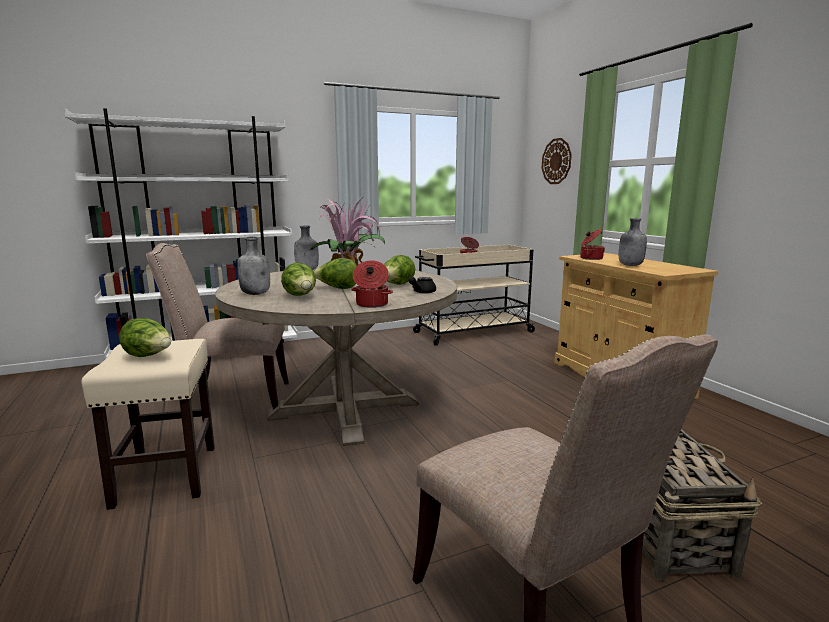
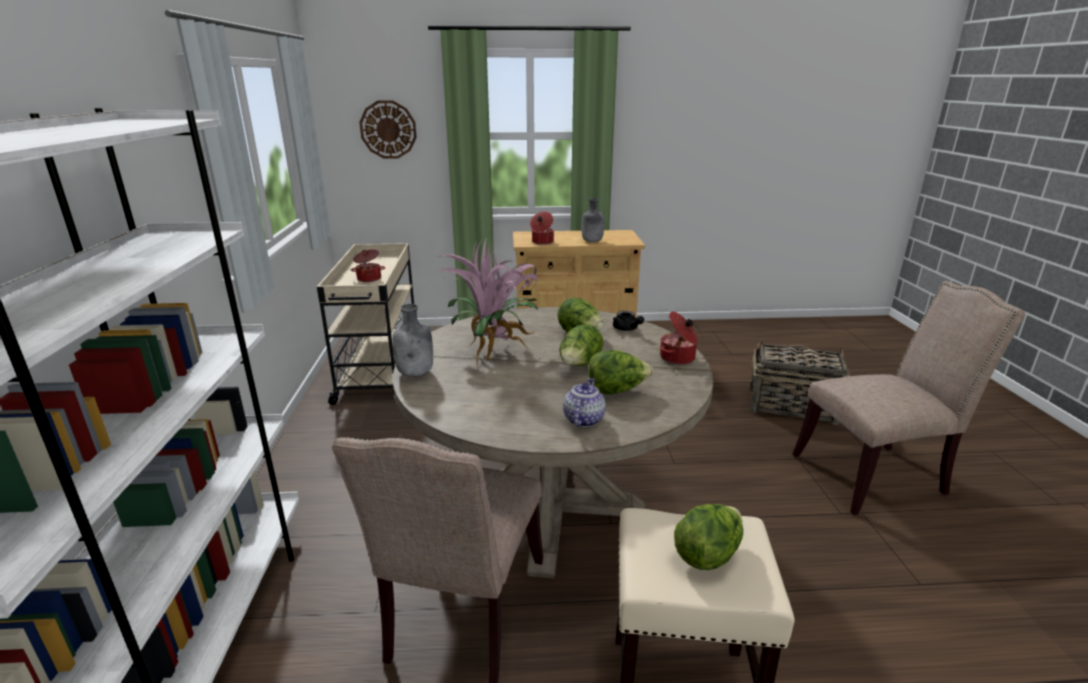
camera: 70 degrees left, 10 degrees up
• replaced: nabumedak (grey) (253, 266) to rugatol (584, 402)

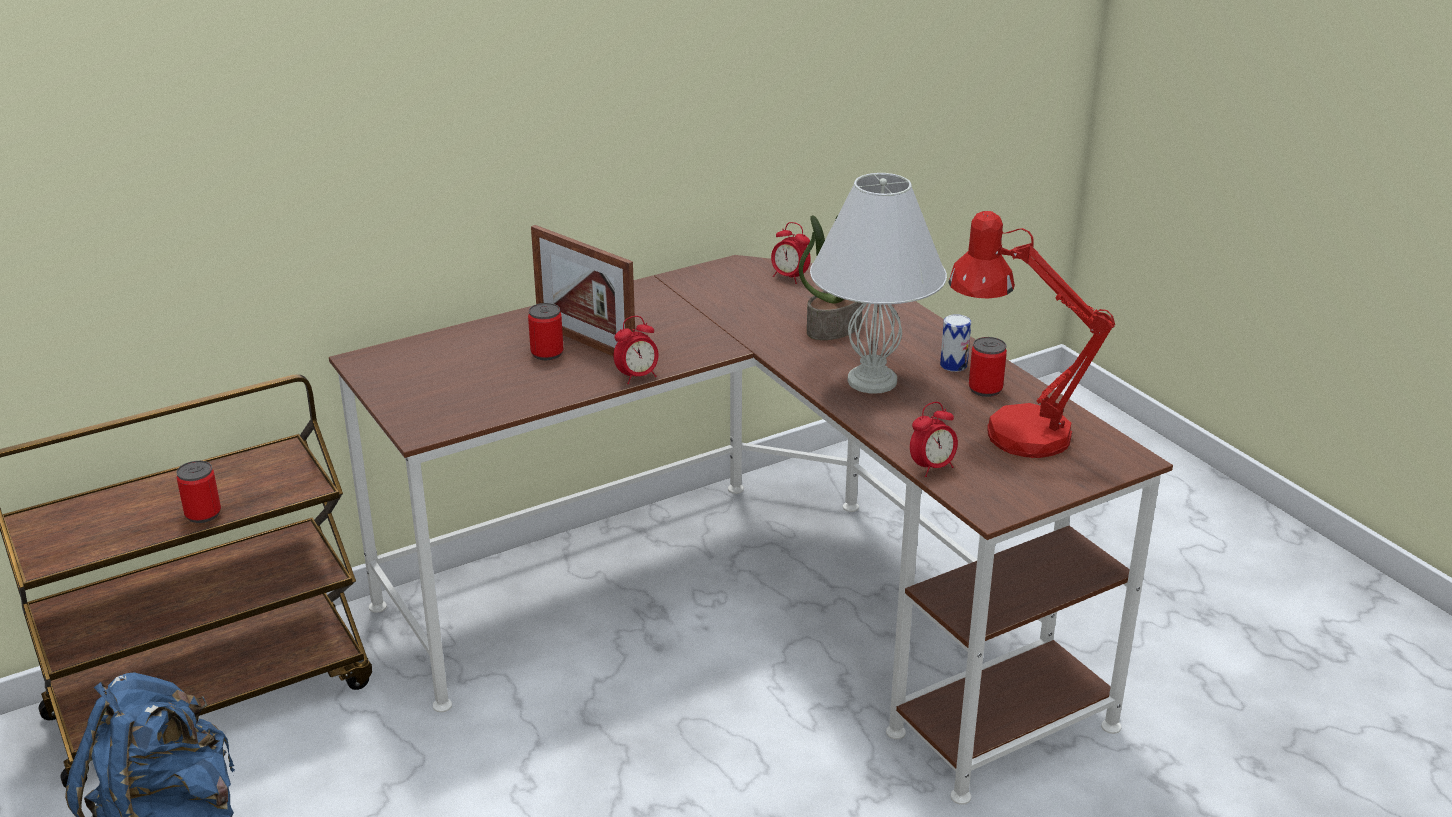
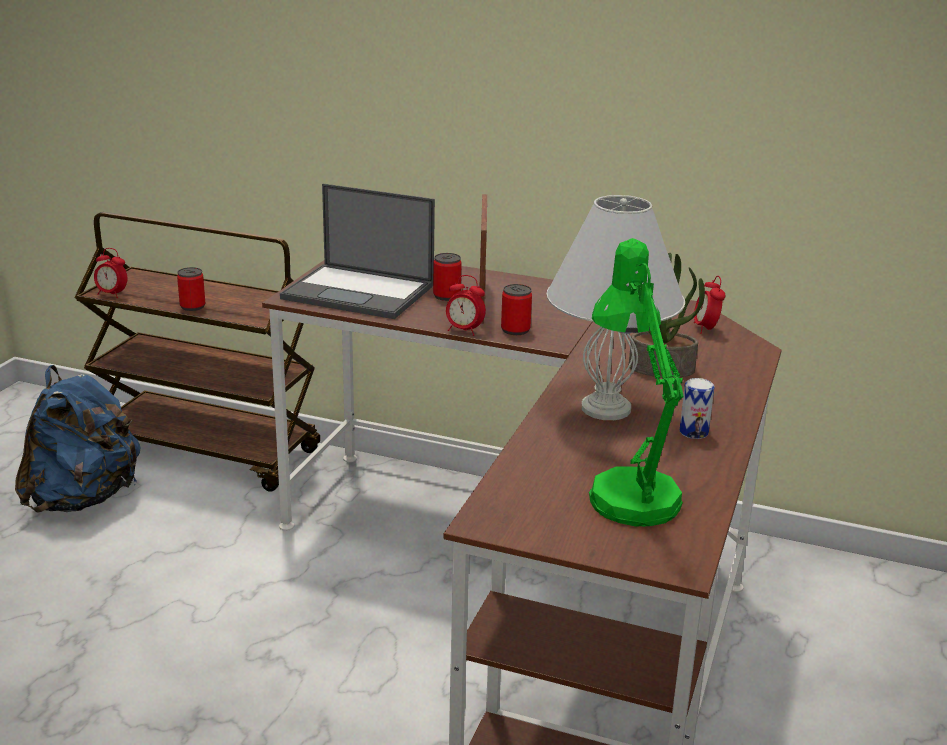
camera: 50 degrees right, 5 degrees down
• moved: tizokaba (934, 439) to (110, 273)
• added: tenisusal (357, 251)
• moved: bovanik (988, 367) to (516, 309)
• recoloured: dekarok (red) (1031, 334) to dekarok (green) (636, 382)

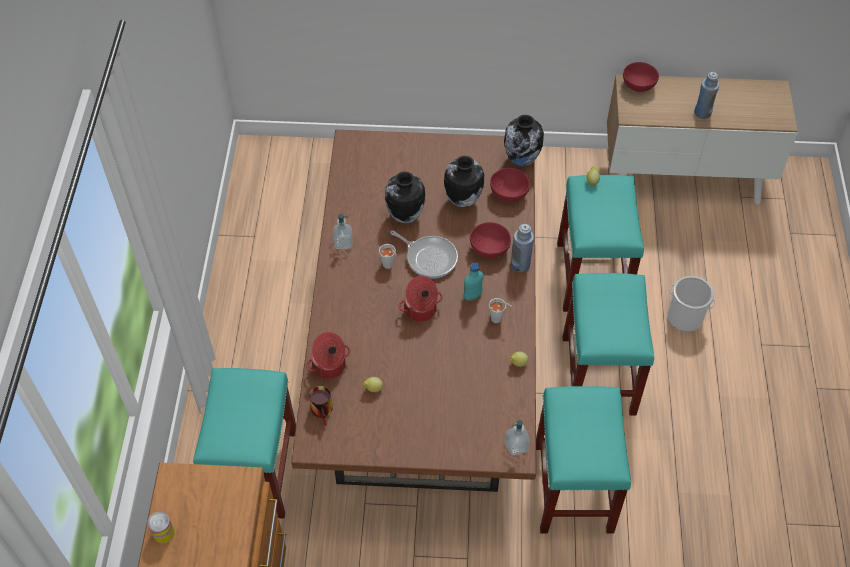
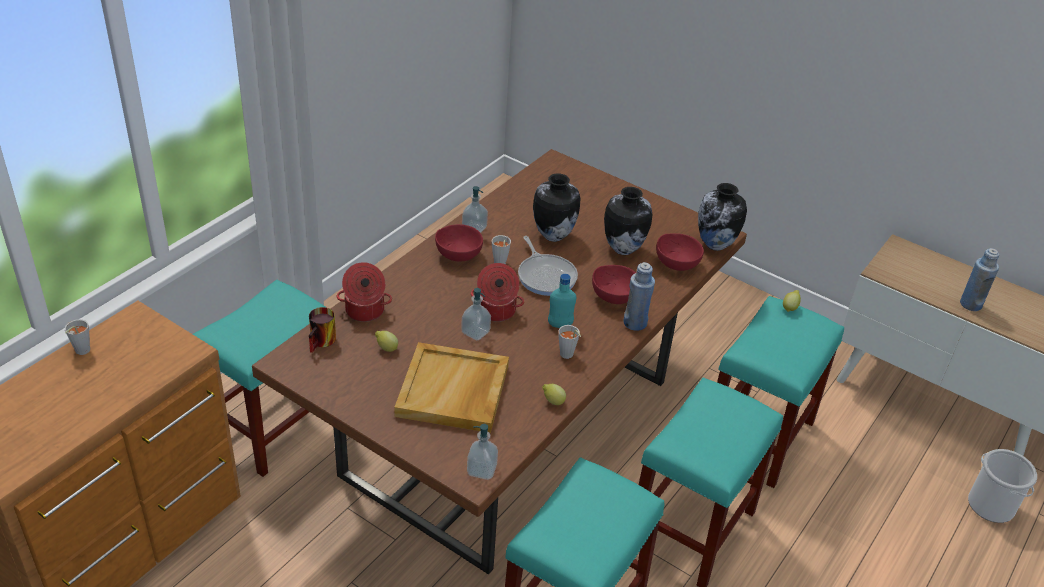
camera: 30 degrees right, 15 degrees down
• replaced: bovanik (161, 528) to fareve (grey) (77, 337)
• added: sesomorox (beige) (451, 387)
• moved: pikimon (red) (641, 77) to (459, 242)
• added: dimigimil (476, 314)
• moved: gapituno (691, 304) to (1002, 486)

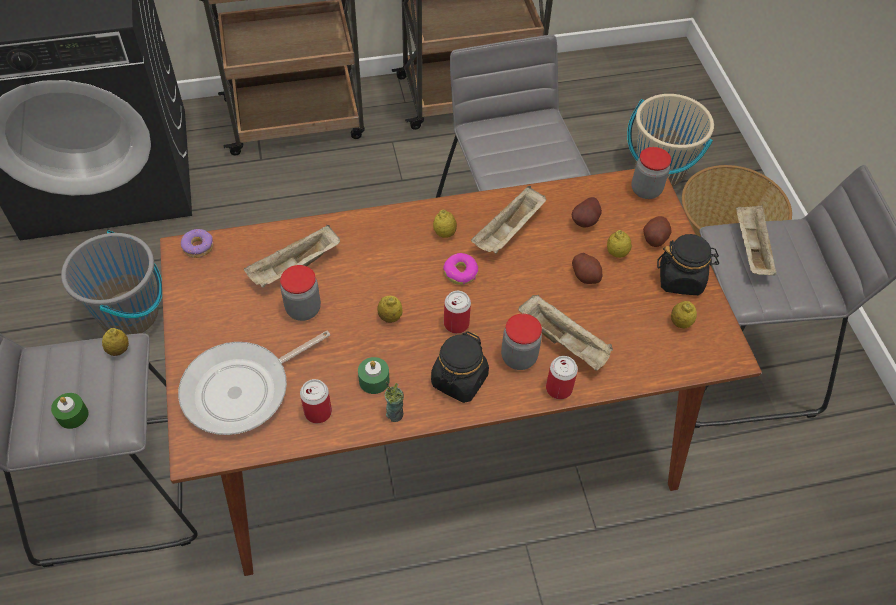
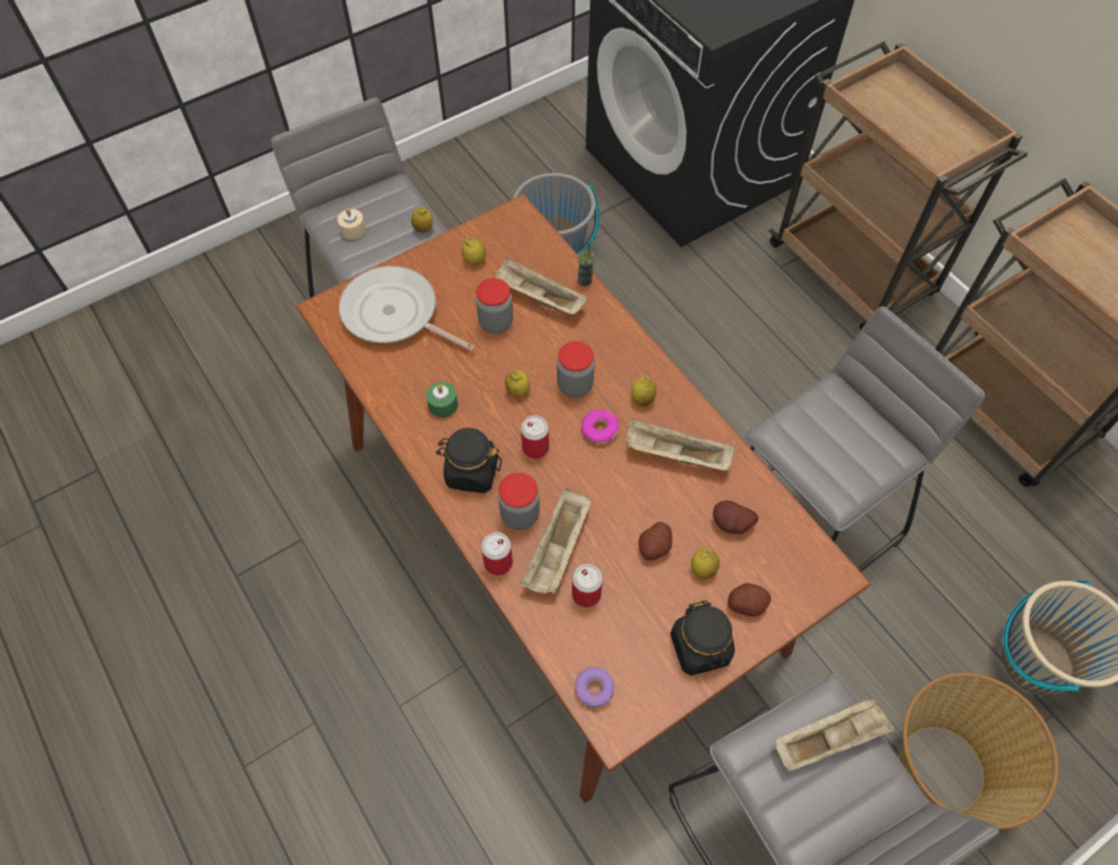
camera: 70 degrees right, 5 degrees up
• recoloured: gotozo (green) (69, 411) to gotozo (beige) (351, 224)
• moved: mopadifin (684, 314) to (474, 251)
• moved: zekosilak (651, 173) to (576, 369)
• moved: bovanik (316, 401) to (587, 585)
• moved: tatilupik (197, 243) to (594, 688)
• moved: fareve (394, 401) to (585, 264)

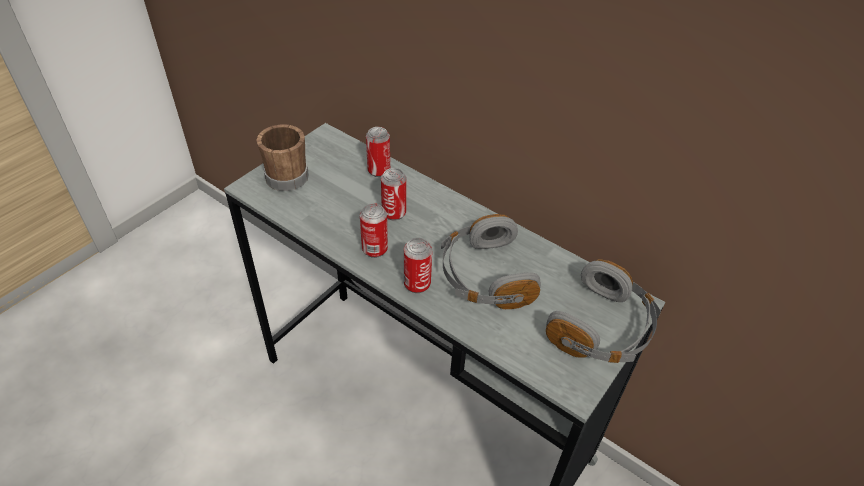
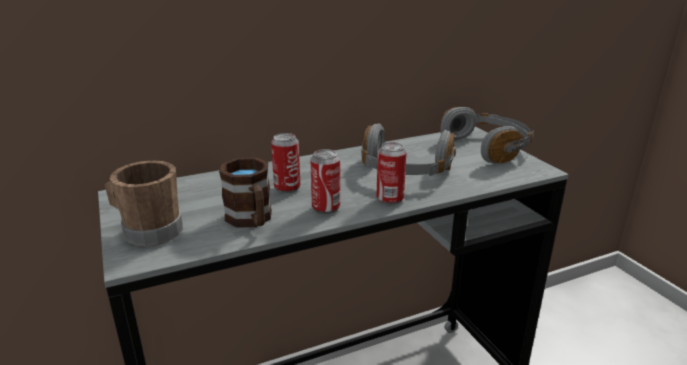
camera: 60 degrees left, 20 degrees down
• added: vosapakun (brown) (245, 192)
• removed: bovanik (378, 152)

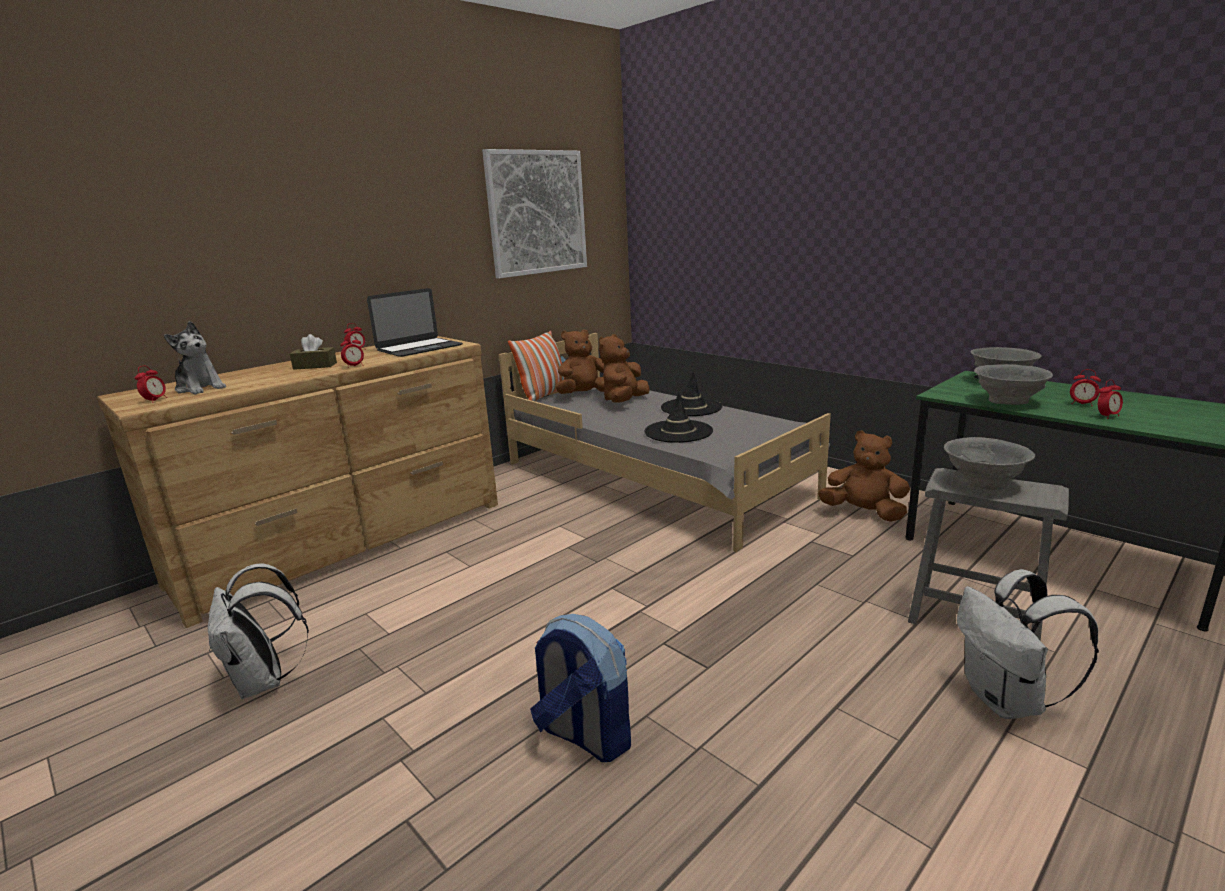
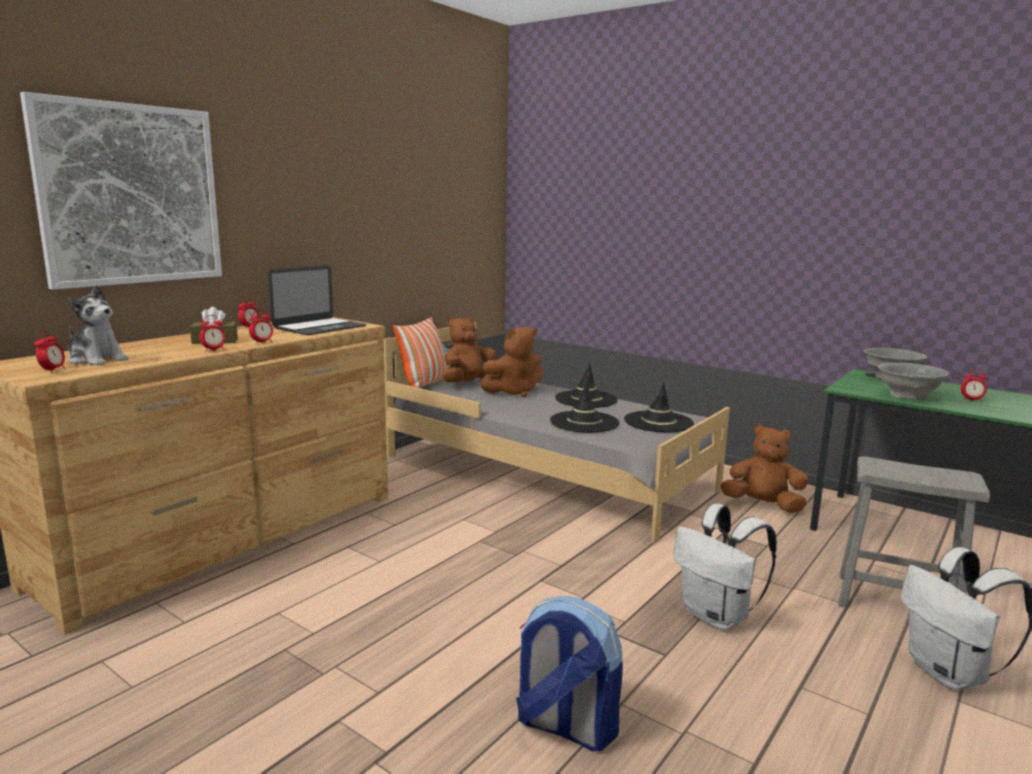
camera: 10 degrees left, 5 degrees down
• moved: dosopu (534, 213) to (121, 191)
• moved: tizokaba (1110, 399) to (212, 333)
• turned: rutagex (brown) (624, 368) = (512, 362) 135 degrees counterclockwise
• added: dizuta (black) (659, 407)
• moved: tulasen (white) (258, 631) to (725, 567)
• removed: pikimon (grey) (989, 463)

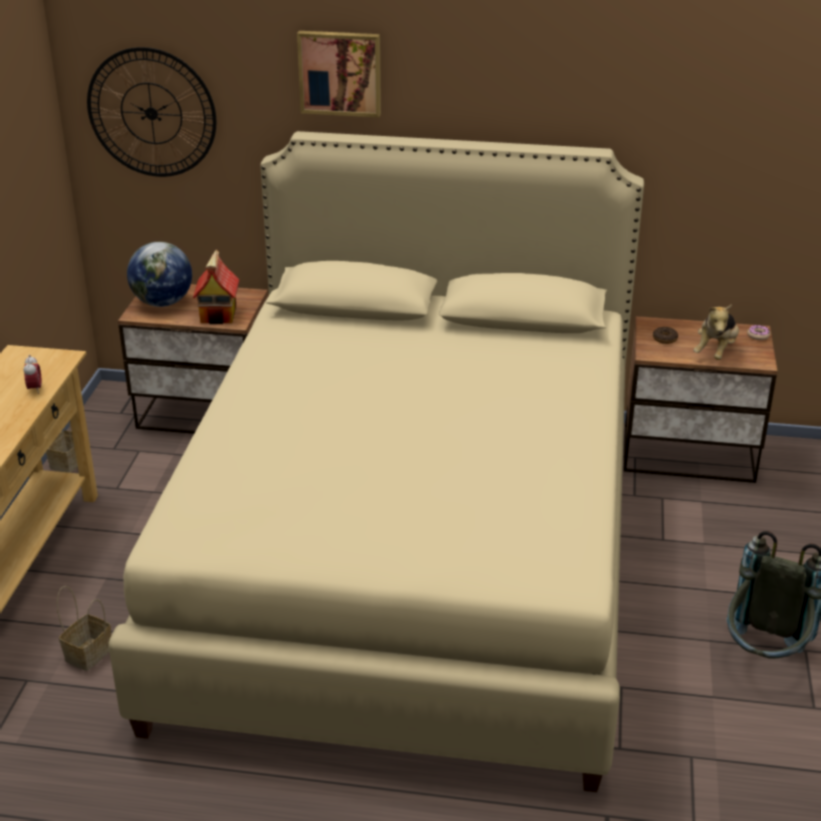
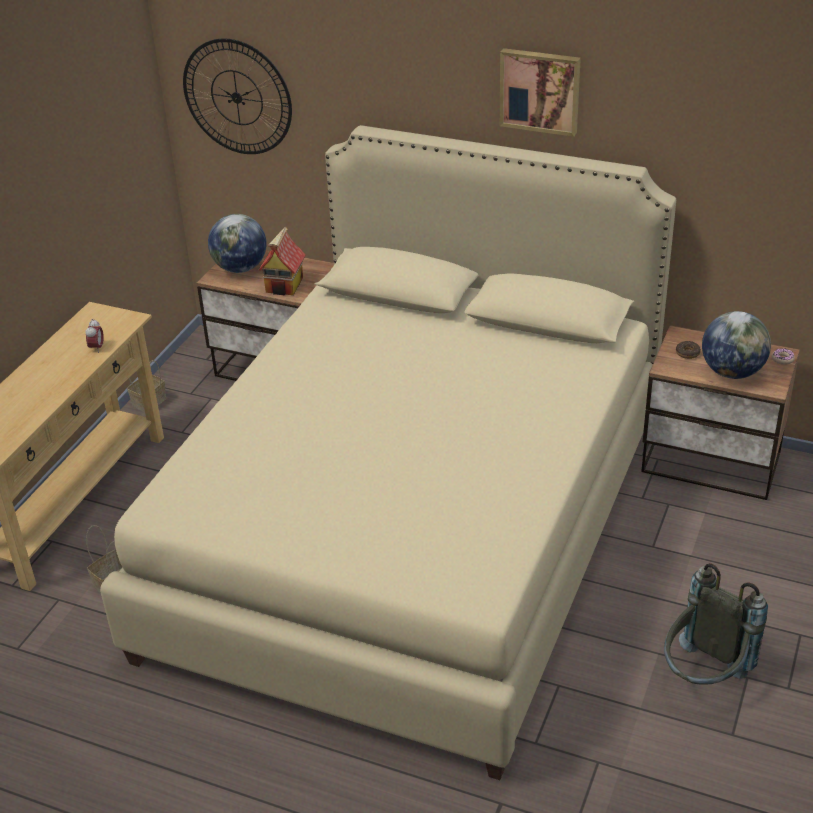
camera: 15 degrees right, 5 degrees up
• moved: dosopu (339, 74) to (540, 92)
• replaced: rutagex (716, 332) to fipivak (736, 345)

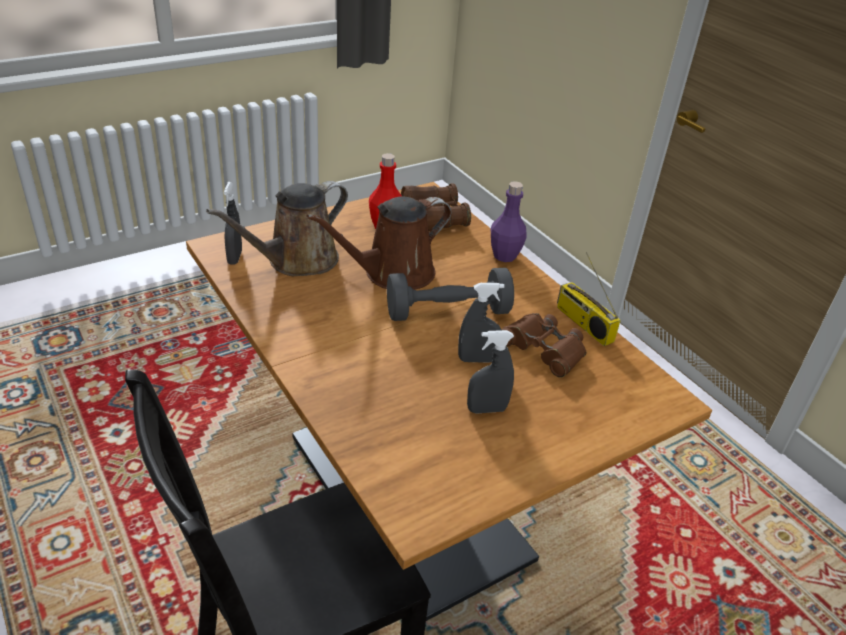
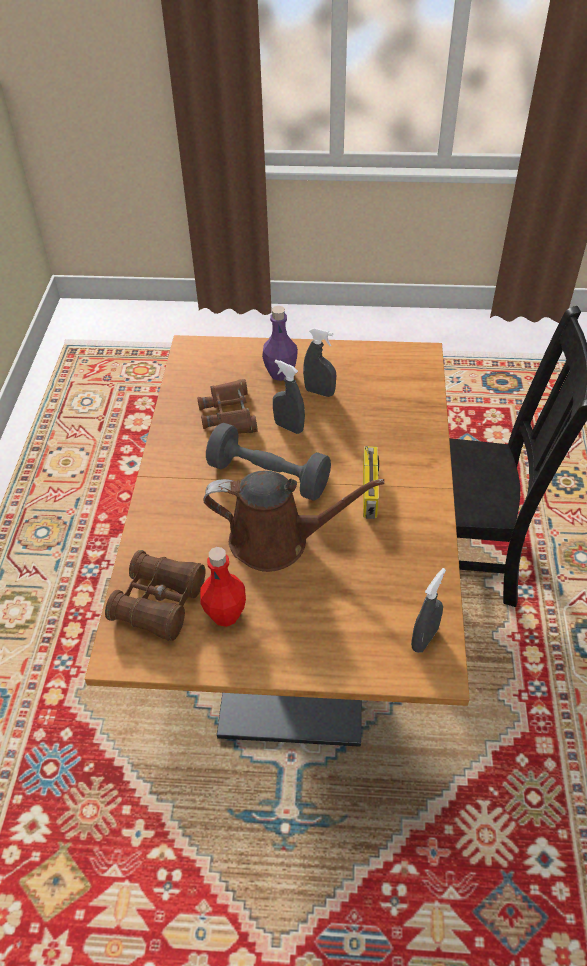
camera: 140 degrees left, 10 degrees up
• moved: nabumedak (purple) (509, 221) to (280, 343)
• moved: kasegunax (589, 299) to (371, 482)
• removed: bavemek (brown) (277, 228)

